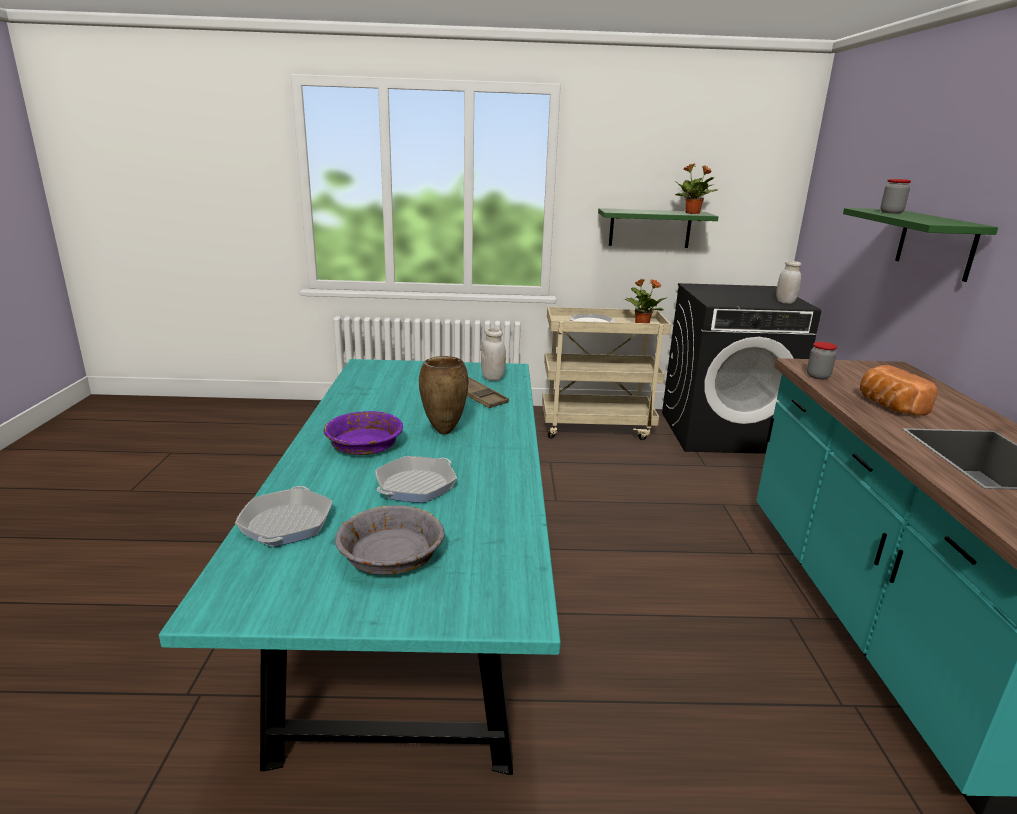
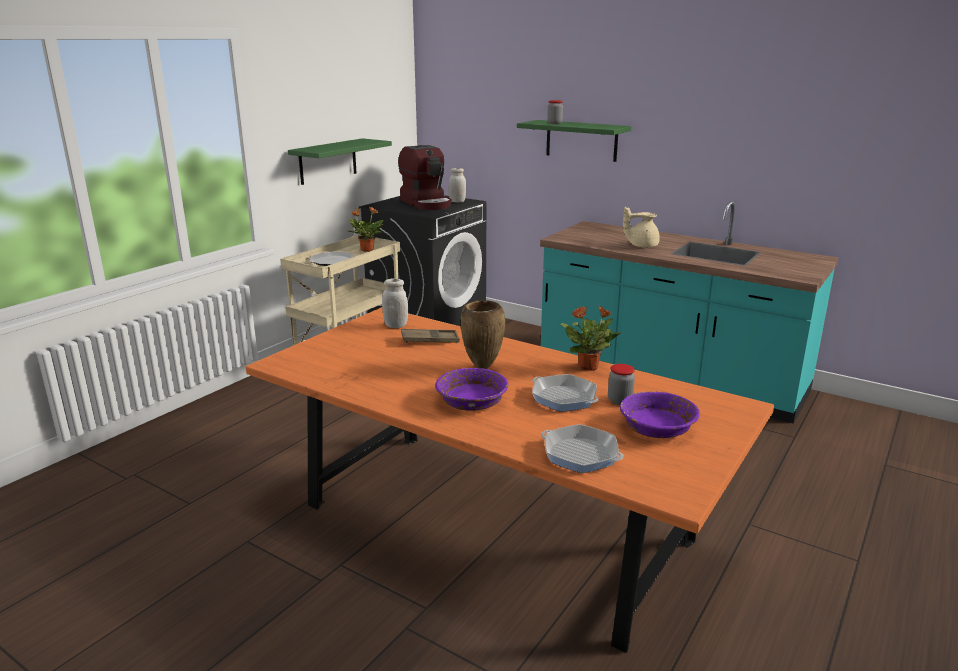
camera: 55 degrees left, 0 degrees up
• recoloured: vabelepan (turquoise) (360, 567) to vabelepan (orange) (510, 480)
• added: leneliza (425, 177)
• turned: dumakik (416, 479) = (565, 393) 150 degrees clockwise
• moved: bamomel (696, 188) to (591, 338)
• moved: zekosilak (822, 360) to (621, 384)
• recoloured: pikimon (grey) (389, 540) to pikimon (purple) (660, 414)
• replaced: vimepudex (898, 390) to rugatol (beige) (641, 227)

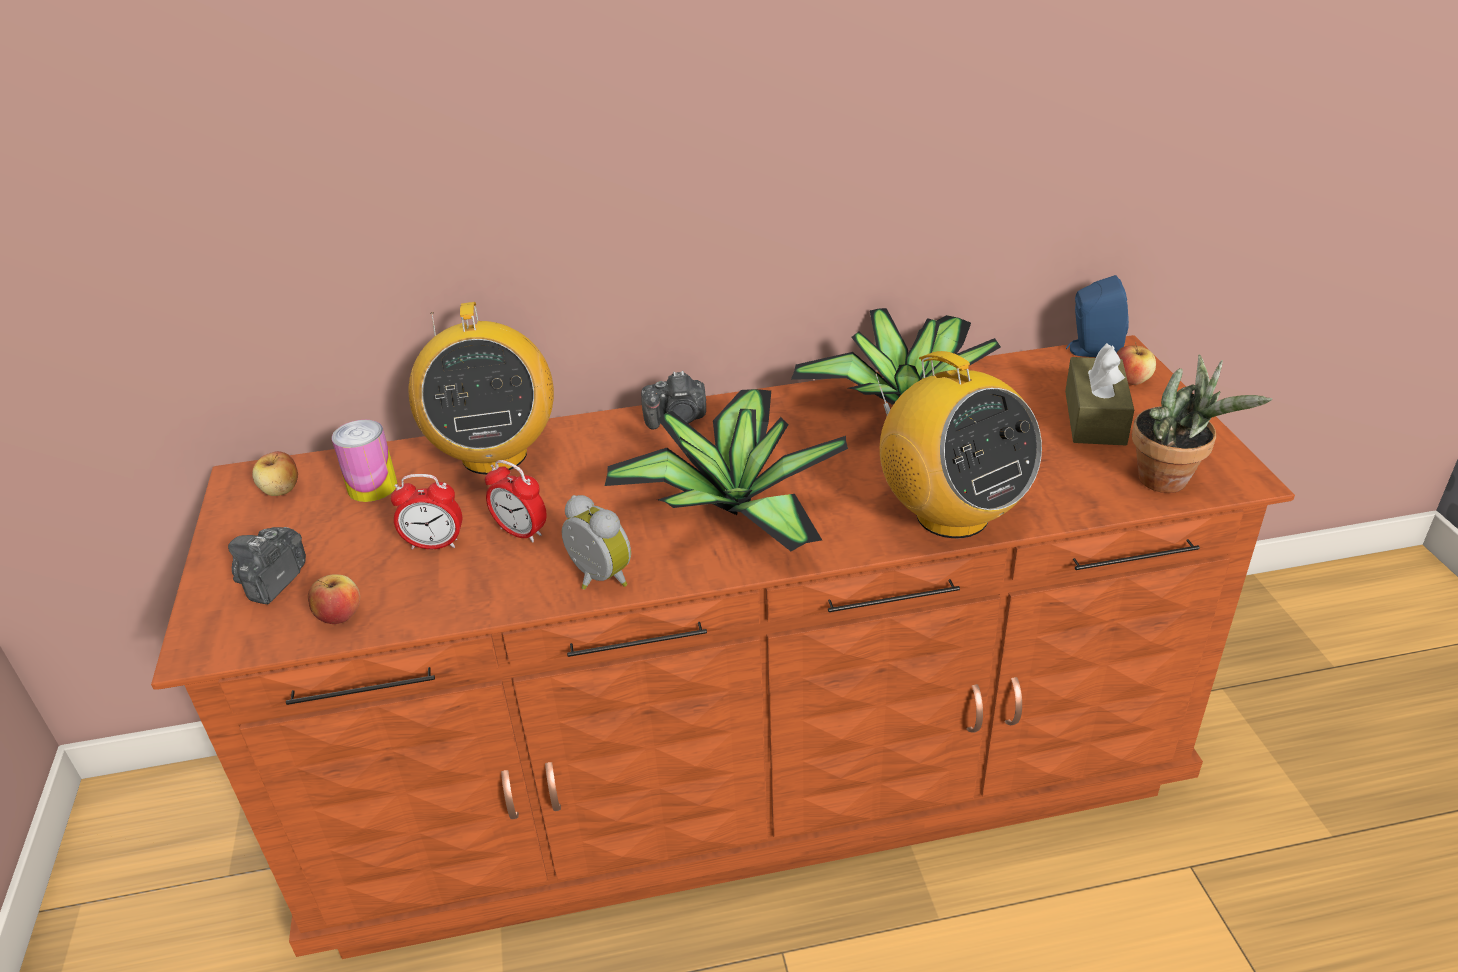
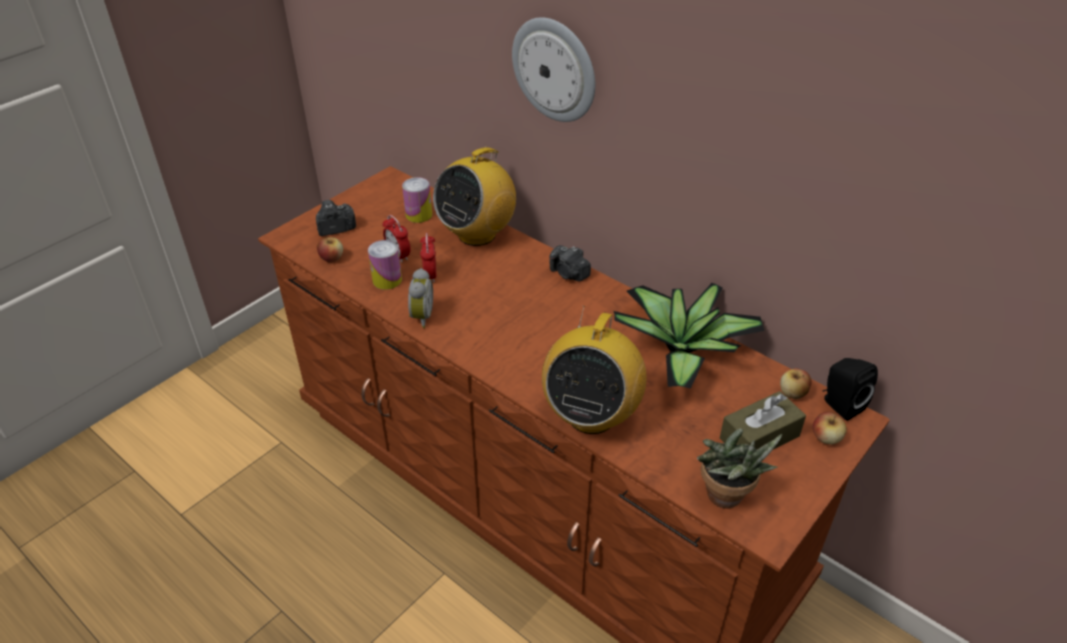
camera: 50 degrees right, 5 degrees up
• added: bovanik (385, 265)
• added: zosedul (553, 69)
• moved: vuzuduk (275, 473) to (795, 383)
• recoloured: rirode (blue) (1097, 316) to rirode (black) (850, 389)
• removed: bamomel (726, 470)

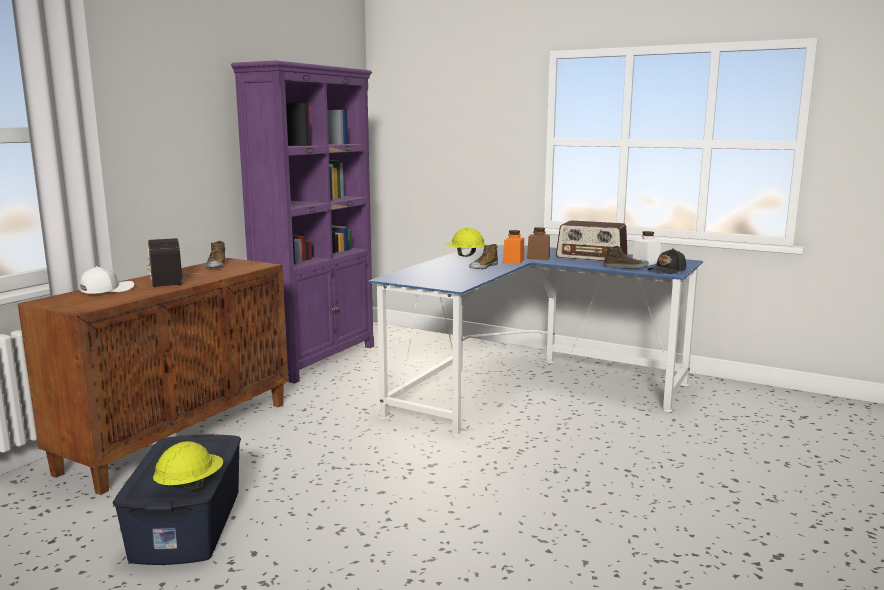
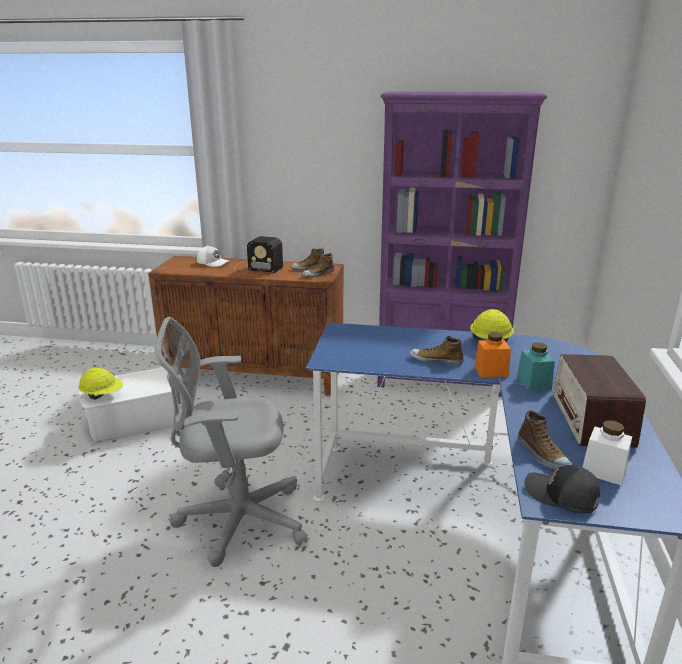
camera: 70 degrees right, 10 degrees up
• recoloured: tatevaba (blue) (177, 499) to tatevaba (white) (130, 404)
• added: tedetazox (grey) (231, 442)
• turned: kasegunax (174, 262) = (259, 254) 120 degrees counterclockwise
• added: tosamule (318, 265)
• recoloured: zekosilak (brown) (538, 243) to zekosilak (turquoise) (536, 366)

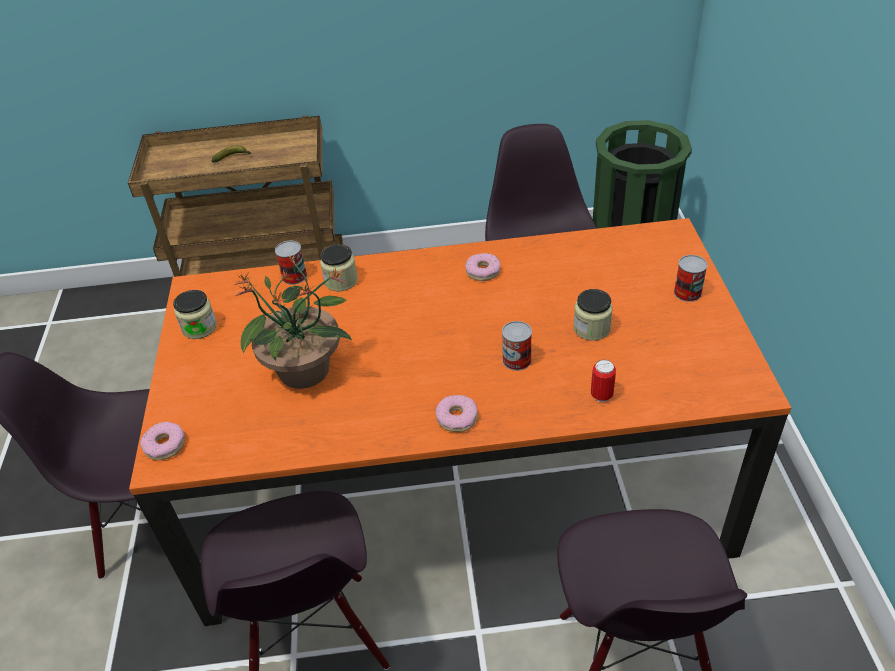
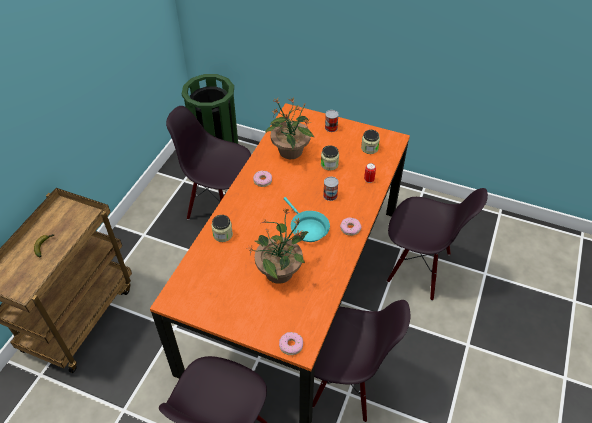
camera: 65 degrees left, 5 degrees up
• added: bamomel (290, 128)
• added: dumakik (turquoise) (307, 219)
• moved: zekosilak (195, 314) to (370, 142)
• removed: bovanik (291, 263)

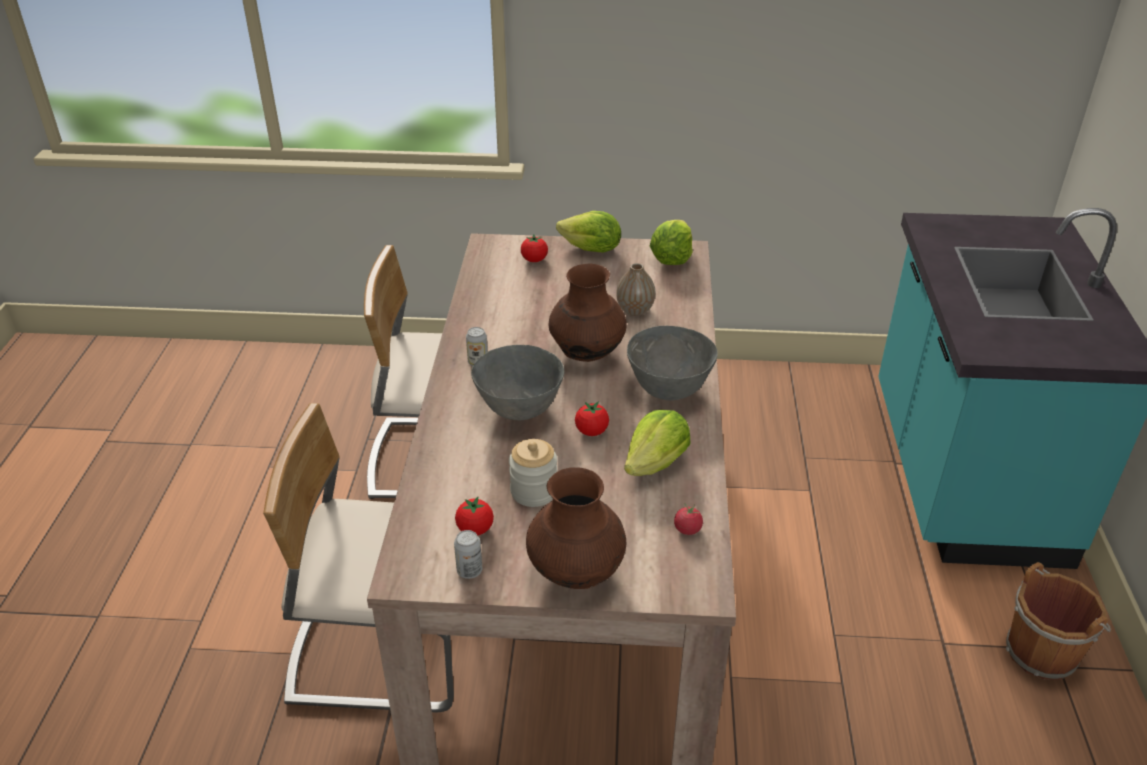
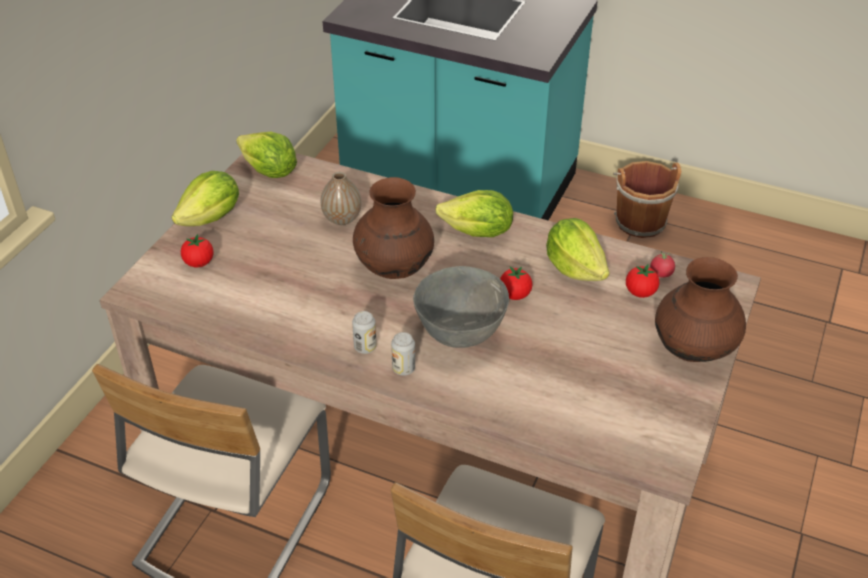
camera: 70 degrees left, 5 degrees up
• moved: bovanik (468, 554) to (403, 354)
• replaced: pikimon (grey) (672, 363) to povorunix (474, 213)
• moved: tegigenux (474, 516) to (642, 281)
• removed: zekosilak (533, 473)

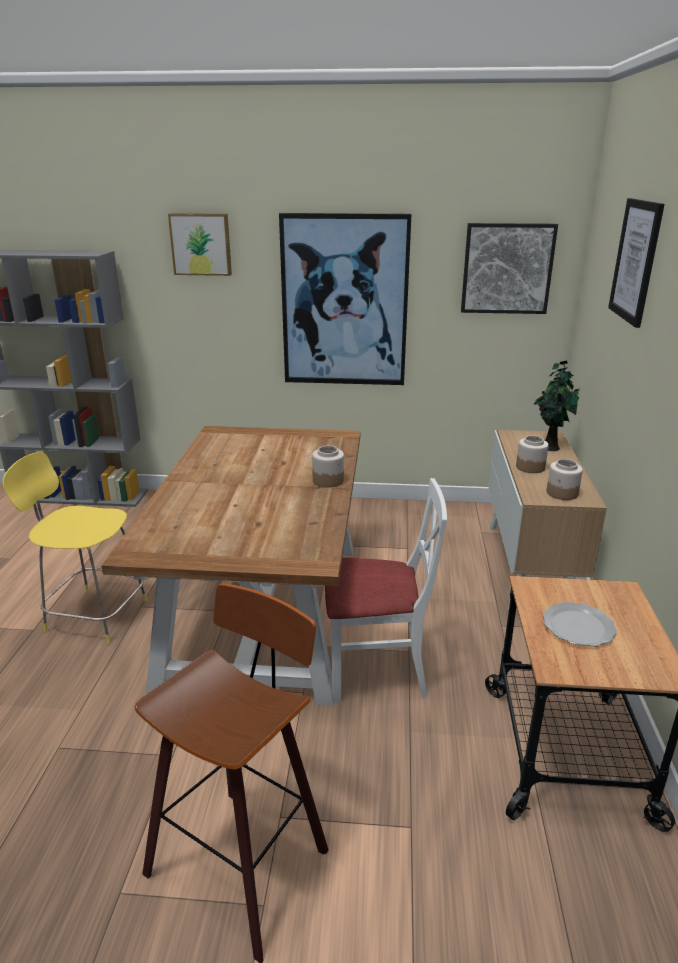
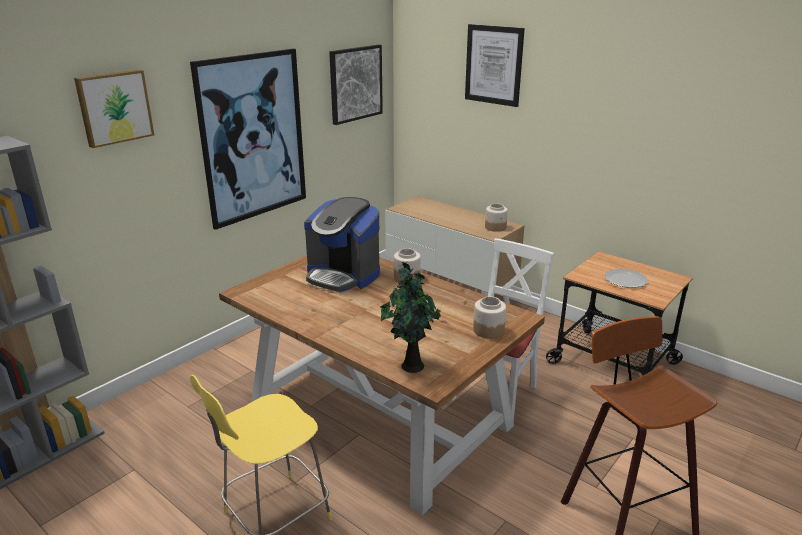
camera: 55 degrees left, 0 degrees up
• added: leneliza (342, 244)
• moved: bamomel (556, 406) to (410, 317)
• moved: zekosilak (532, 454) to (489, 317)

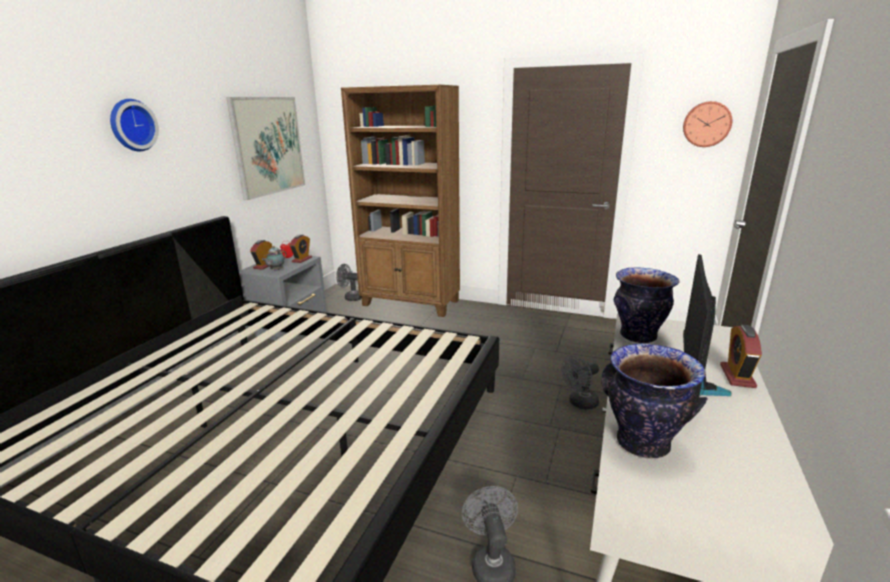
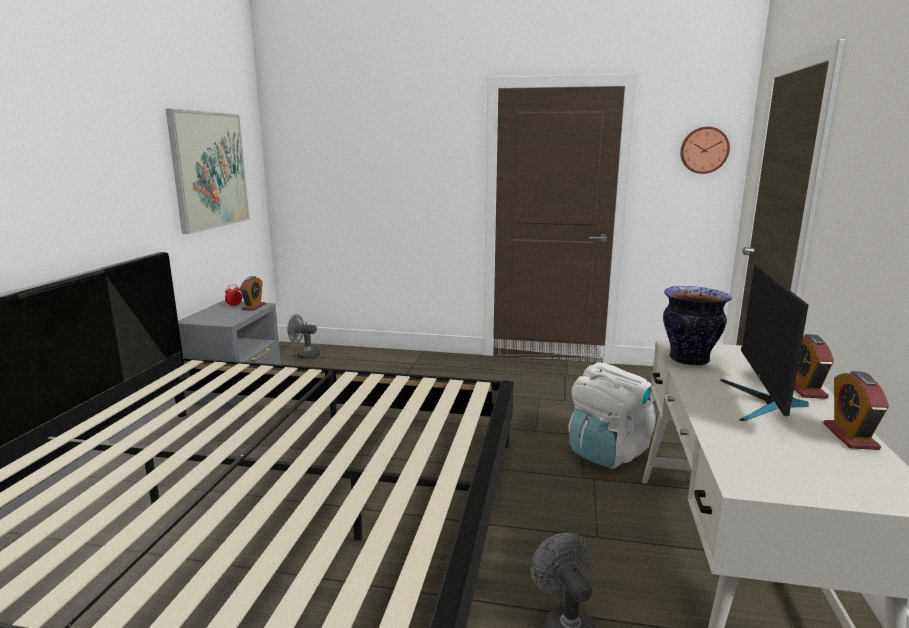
camera: 10 degrees left, 5 degrees down
• replaced: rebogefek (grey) (580, 383) to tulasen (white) (612, 415)
• moved: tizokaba (261, 255) to (856, 410)
• removed: zosedul (134, 125)
• removed: rugatol (274, 258)
• removed: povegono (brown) (400, 201)
• removed: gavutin (654, 401)

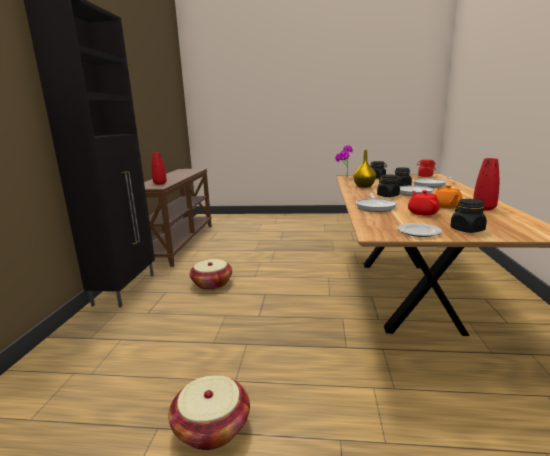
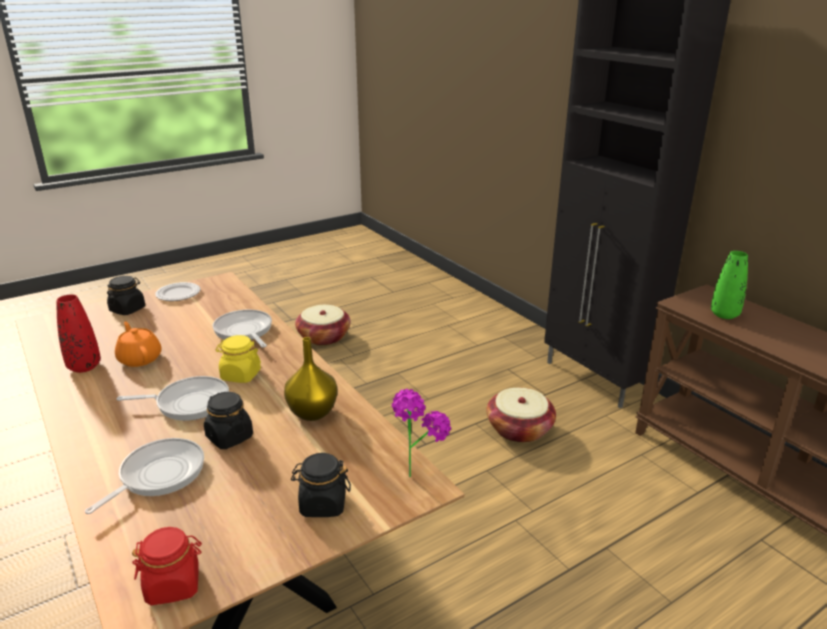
camera: 140 degrees right, 10 degrees up
• recoloured: zekosilak (black) (388, 185) to zekosilak (yellow) (238, 359)
• recoloured: gavutin (red) (159, 168) to gavutin (green) (729, 285)
• removed: rugatol (red) (424, 203)

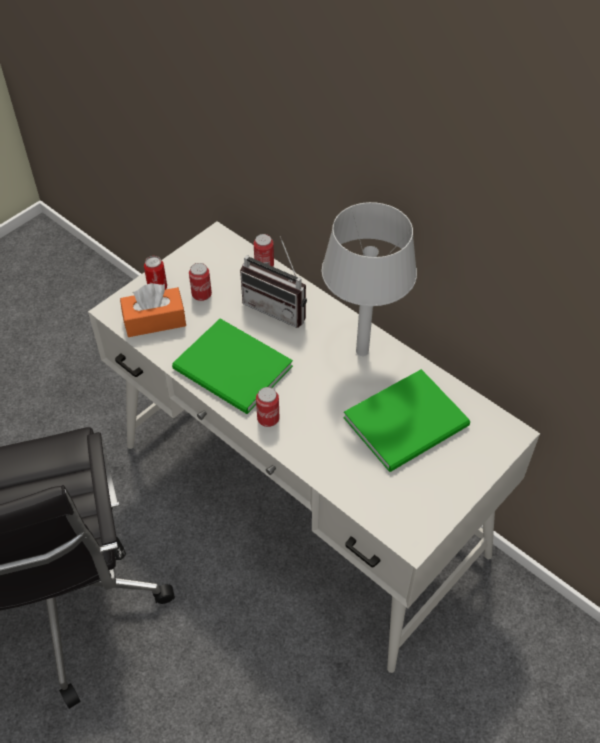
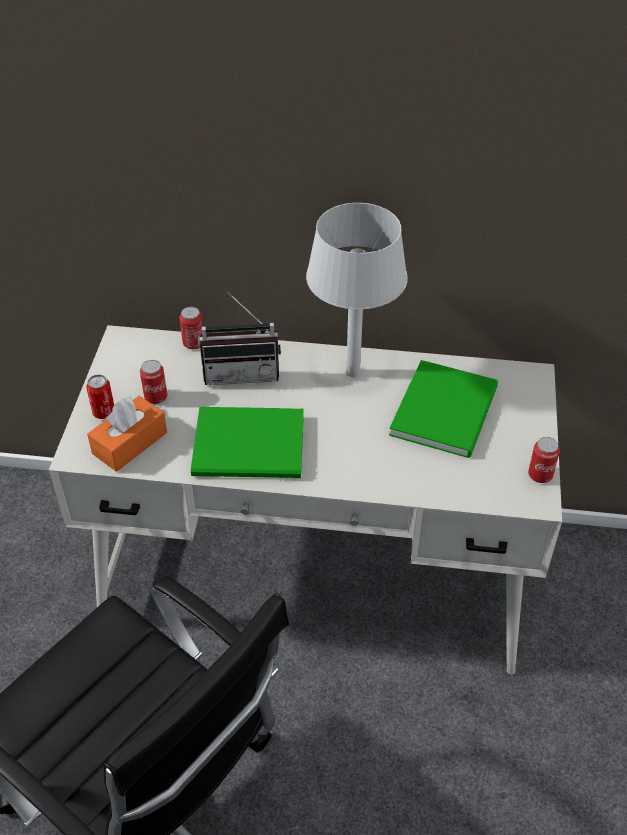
camera: 35 degrees left, 5 degrees down
• moved: bovanik (267, 407) to (544, 460)

